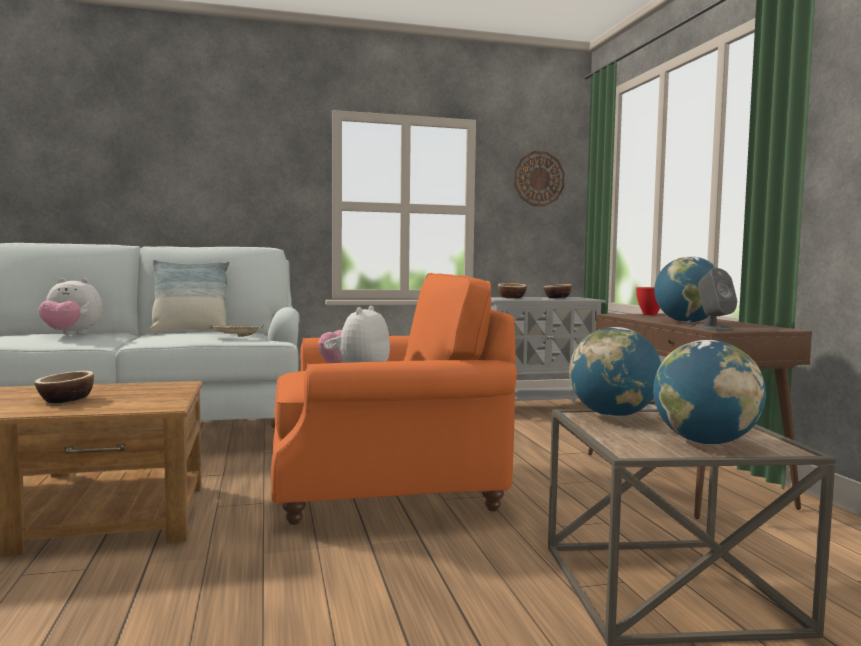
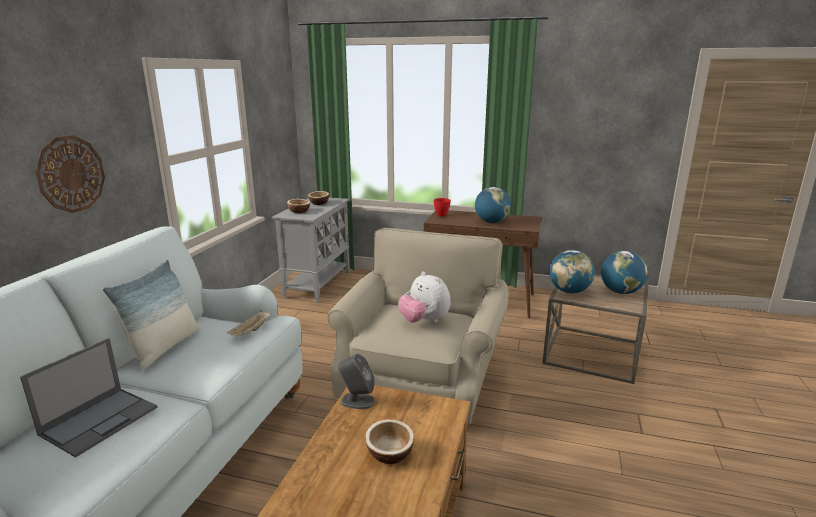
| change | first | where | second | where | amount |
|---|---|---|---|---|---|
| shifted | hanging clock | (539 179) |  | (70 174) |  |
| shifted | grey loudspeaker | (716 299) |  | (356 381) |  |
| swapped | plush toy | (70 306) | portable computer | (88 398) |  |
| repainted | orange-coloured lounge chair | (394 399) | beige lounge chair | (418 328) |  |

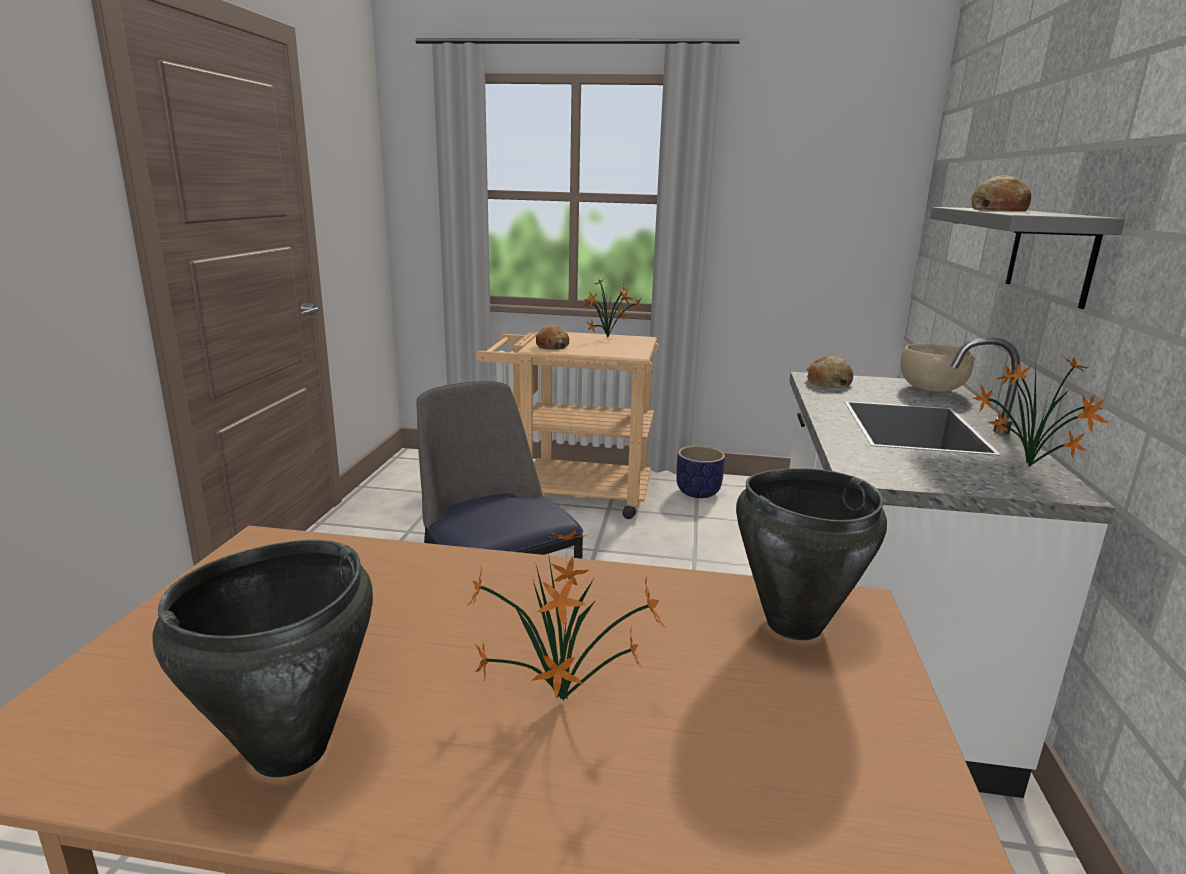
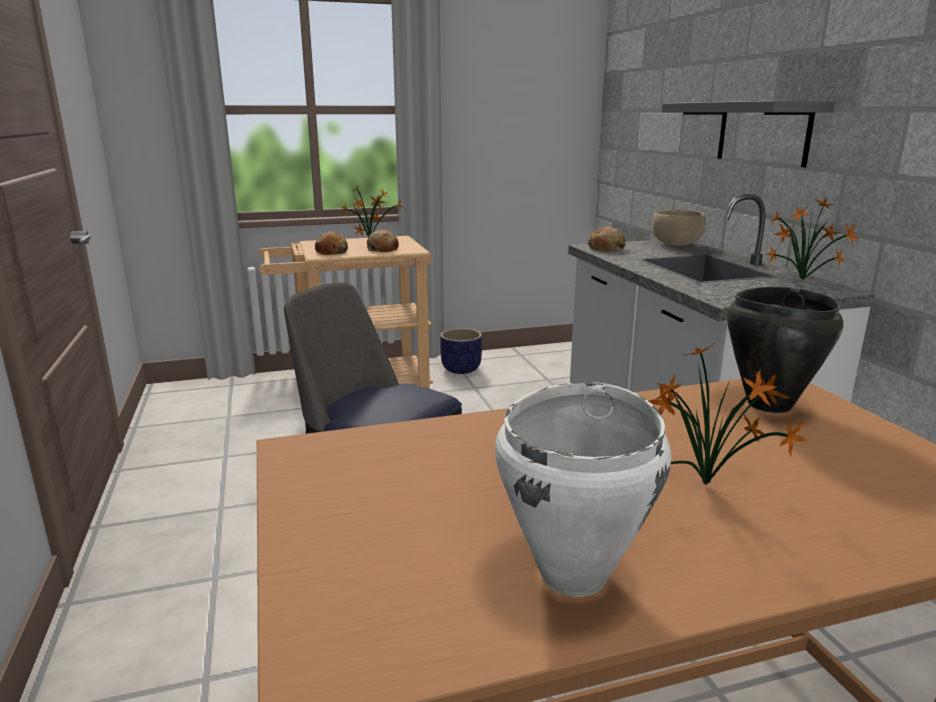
| change | first | where | second | where | amount |
|---|---|---|---|---|---|
| shifted | baked bread | (1001 193) |  | (383 241) |  |
| repainted | black cooking pot | (262 658) | white cooking pot | (583 489) |  |

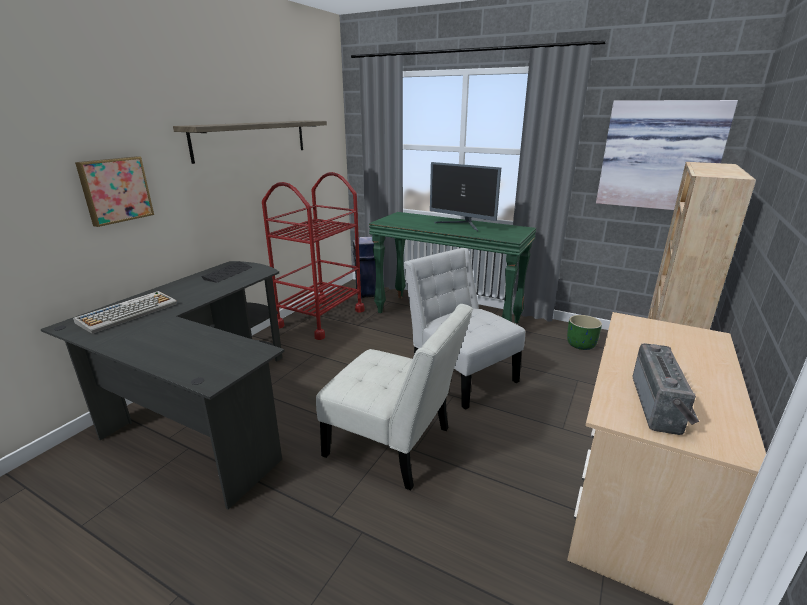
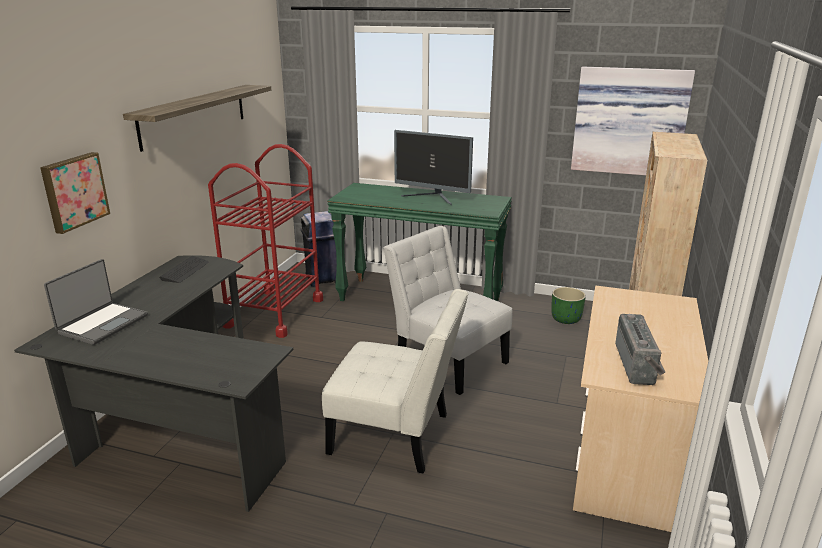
| change | first | where | second | where | amount |
|---|---|---|---|---|---|
| swapped | keyboard | (125 312) | portable computer | (96 302) |  |

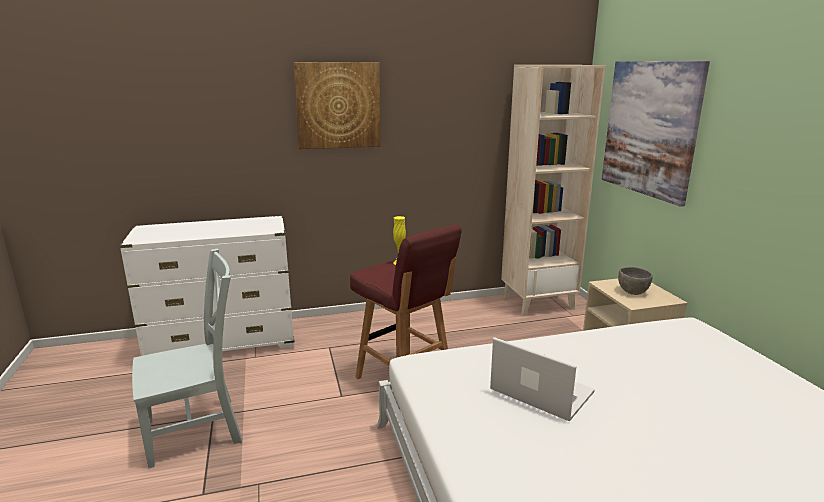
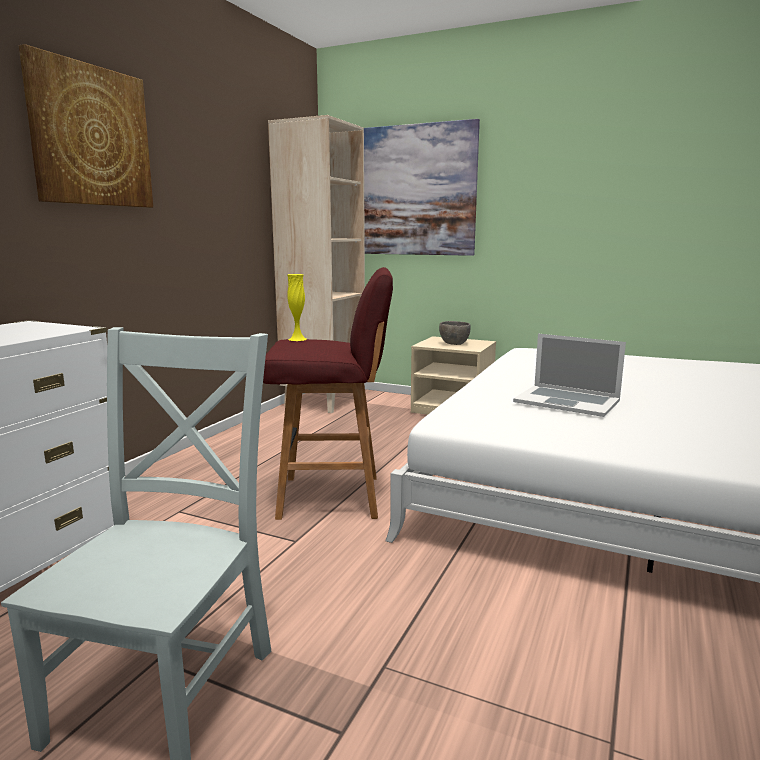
| change | first | where | second | where | amount |
|---|---|---|---|---|---|
| rotated | portable computer | (542 379) |  | (569 375) | 135 degrees counterclockwise |

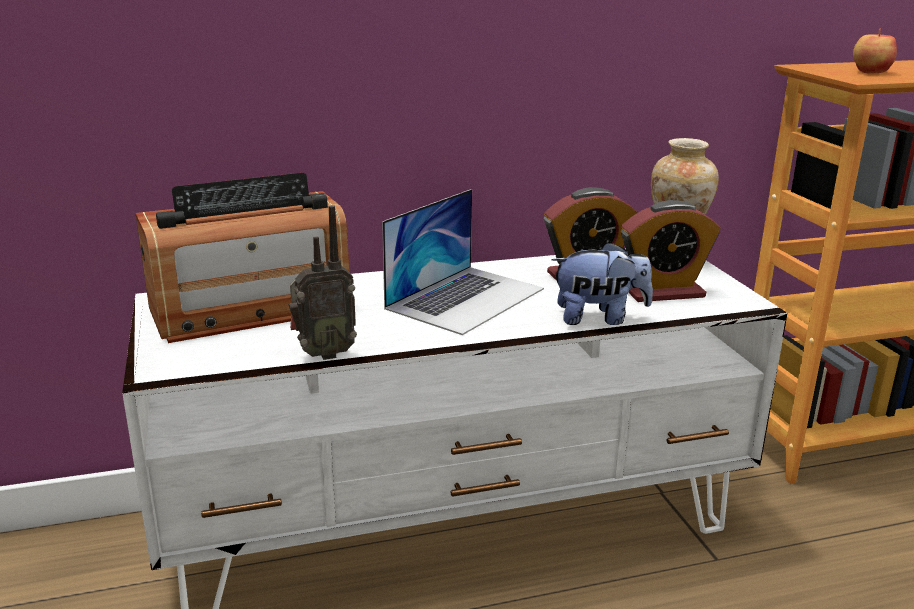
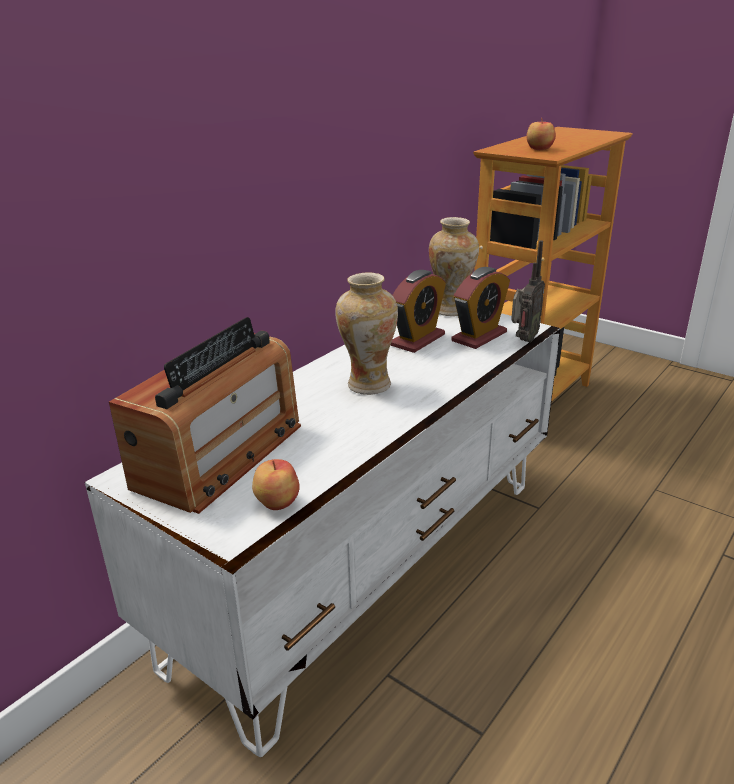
| change | first | where | second | where | amount |
|---|---|---|---|---|---|
| gone | plush toy | (602 283) |  |  |  |
| new |  |  | apple fruit | (276 484) |  |
| shifted | radio set | (323 282) |  | (528 291) |  |
| swapped | portable computer | (463 262) | decorative vase | (366 333) |  |

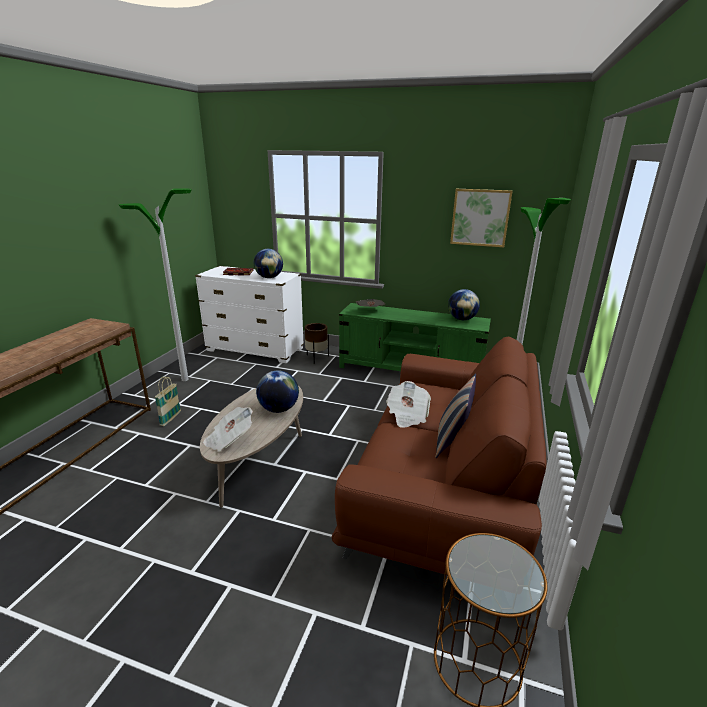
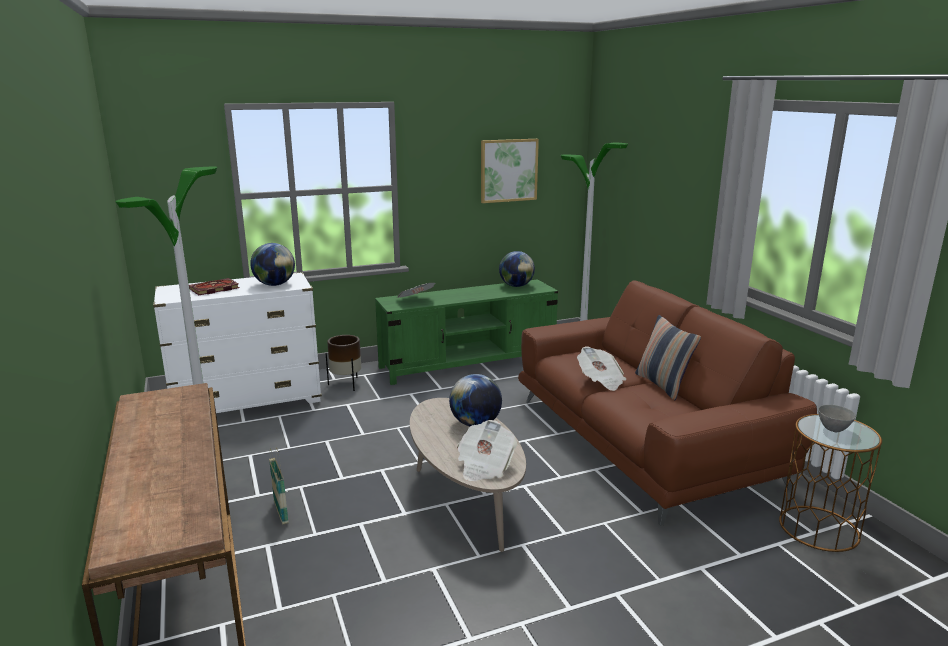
| change | first | where | second | where | amount |
|---|---|---|---|---|---|
| new |  |  | grey bowl | (837 418) |  |

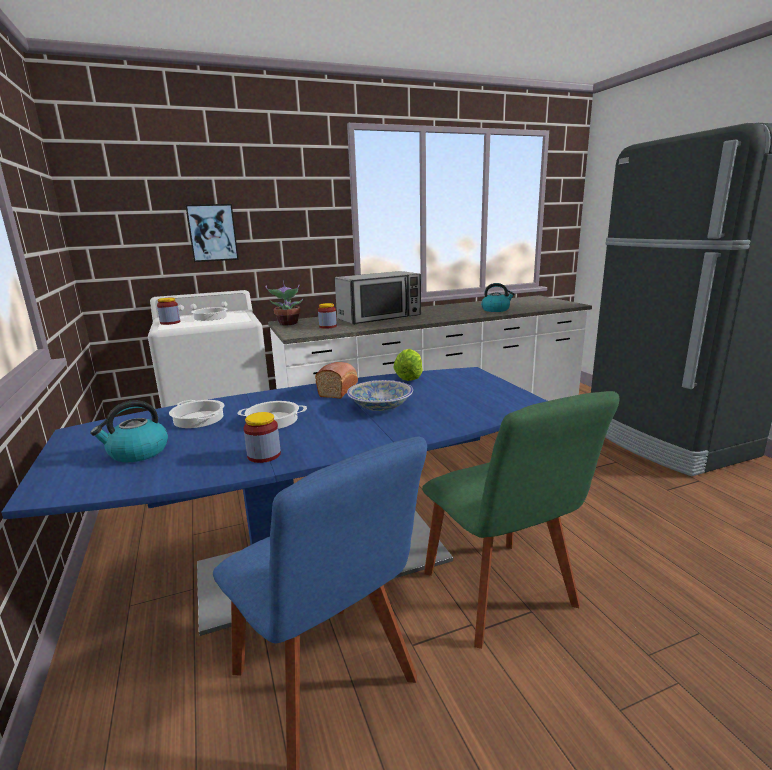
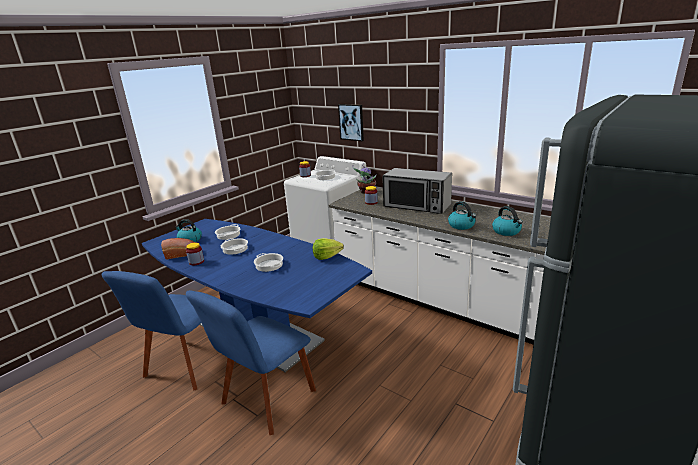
| change | first | where | second | where | amount |
|---|---|---|---|---|---|
| new |  |  | water kettle | (462 215) |  |
| shifted | baked bread | (336 380) |  | (178 249) |  |
| swapped | bowl | (380 395) | cooking pot | (268 262) |  |
| repainted | green-coloured upright chair | (521 520) | blue-coloured upright chair | (251 362) |  |

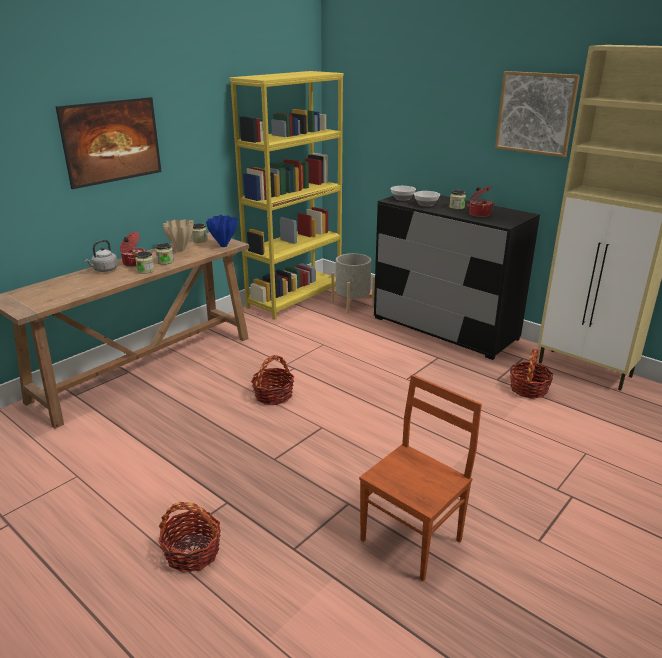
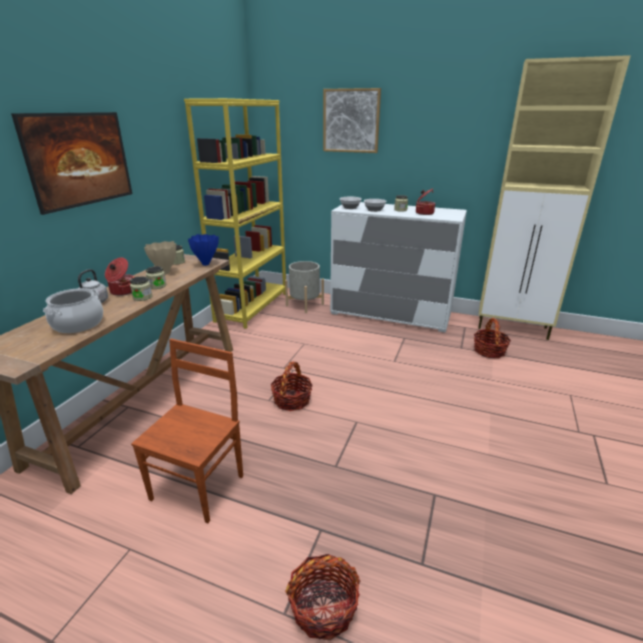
| change | first | where | second | where | amount |
|---|---|---|---|---|---|
| new |  |  | cooking pot | (73 310) |  |
| shifted | brown upright chair | (420 478) |  | (187 431) |  |
| shifted | wall picture | (537 114) |  | (352 120) |  |
| repainted | black chest of drawers | (457 275) | white chest of drawers | (398 267) |  |

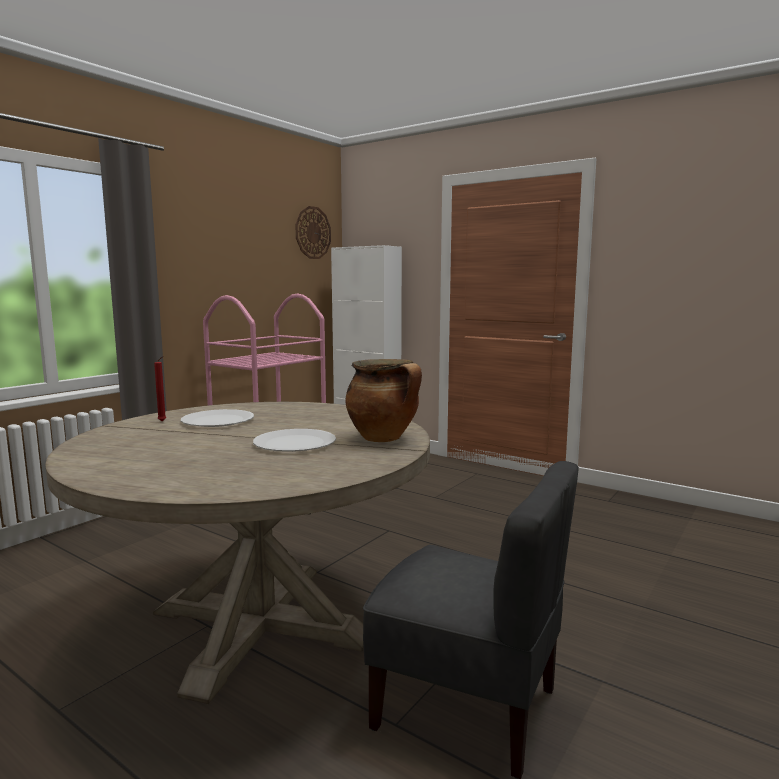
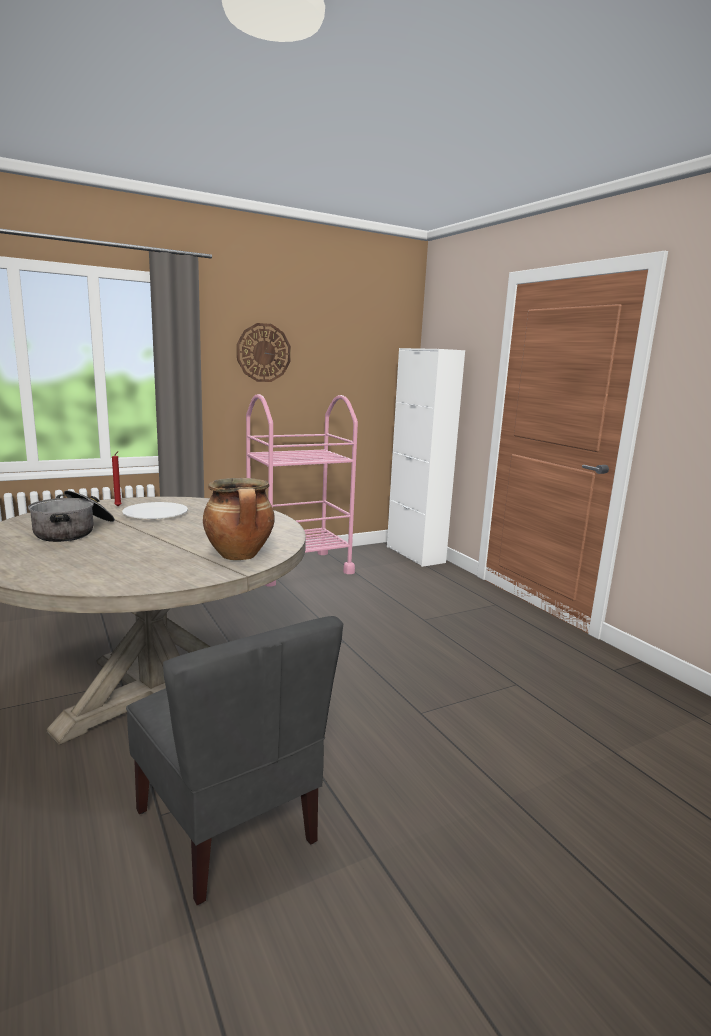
| change | first | where | second | where | amount |
|---|---|---|---|---|---|
| gone | white plate | (294 440) |  |  |  |
| new |  |  | cooking pot | (71 516) |  |
| shifted | hanging clock | (313 232) |  | (264 352) |  |

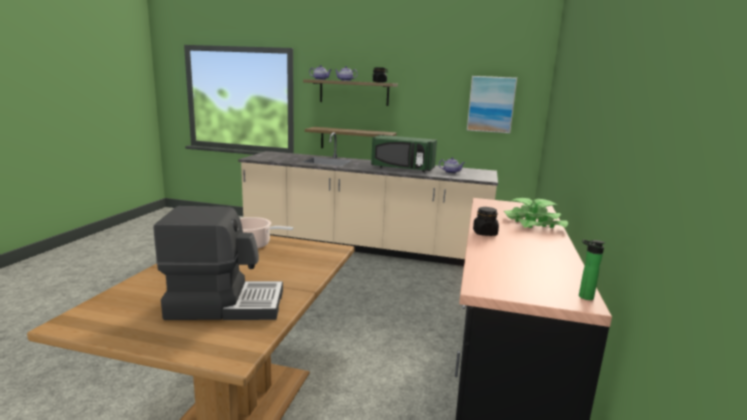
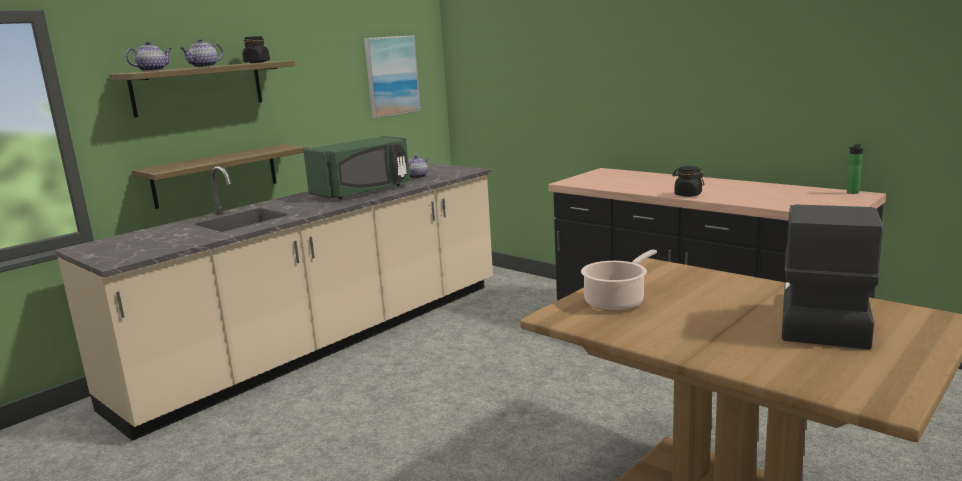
| change | first | where | second | where | amount |
|---|---|---|---|---|---|
| gone | houseplant | (536 213) |  |  |  |

